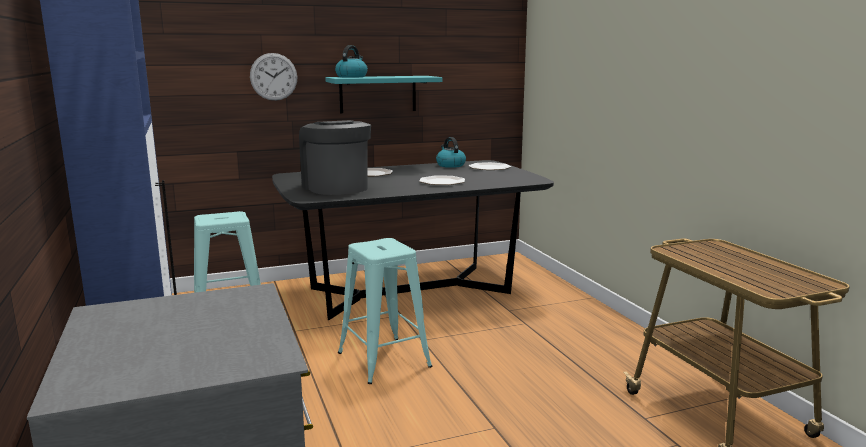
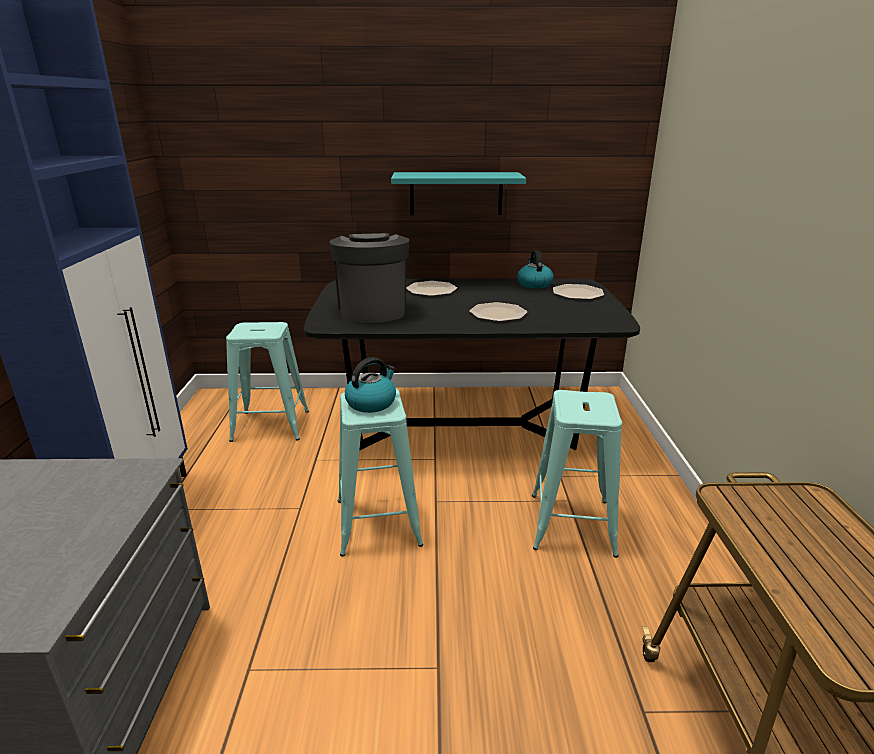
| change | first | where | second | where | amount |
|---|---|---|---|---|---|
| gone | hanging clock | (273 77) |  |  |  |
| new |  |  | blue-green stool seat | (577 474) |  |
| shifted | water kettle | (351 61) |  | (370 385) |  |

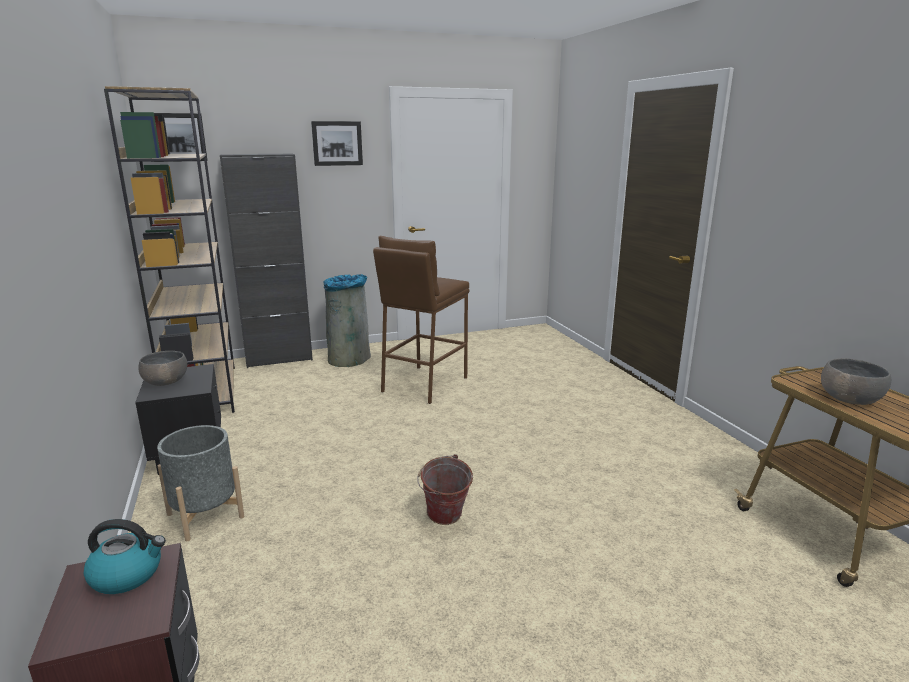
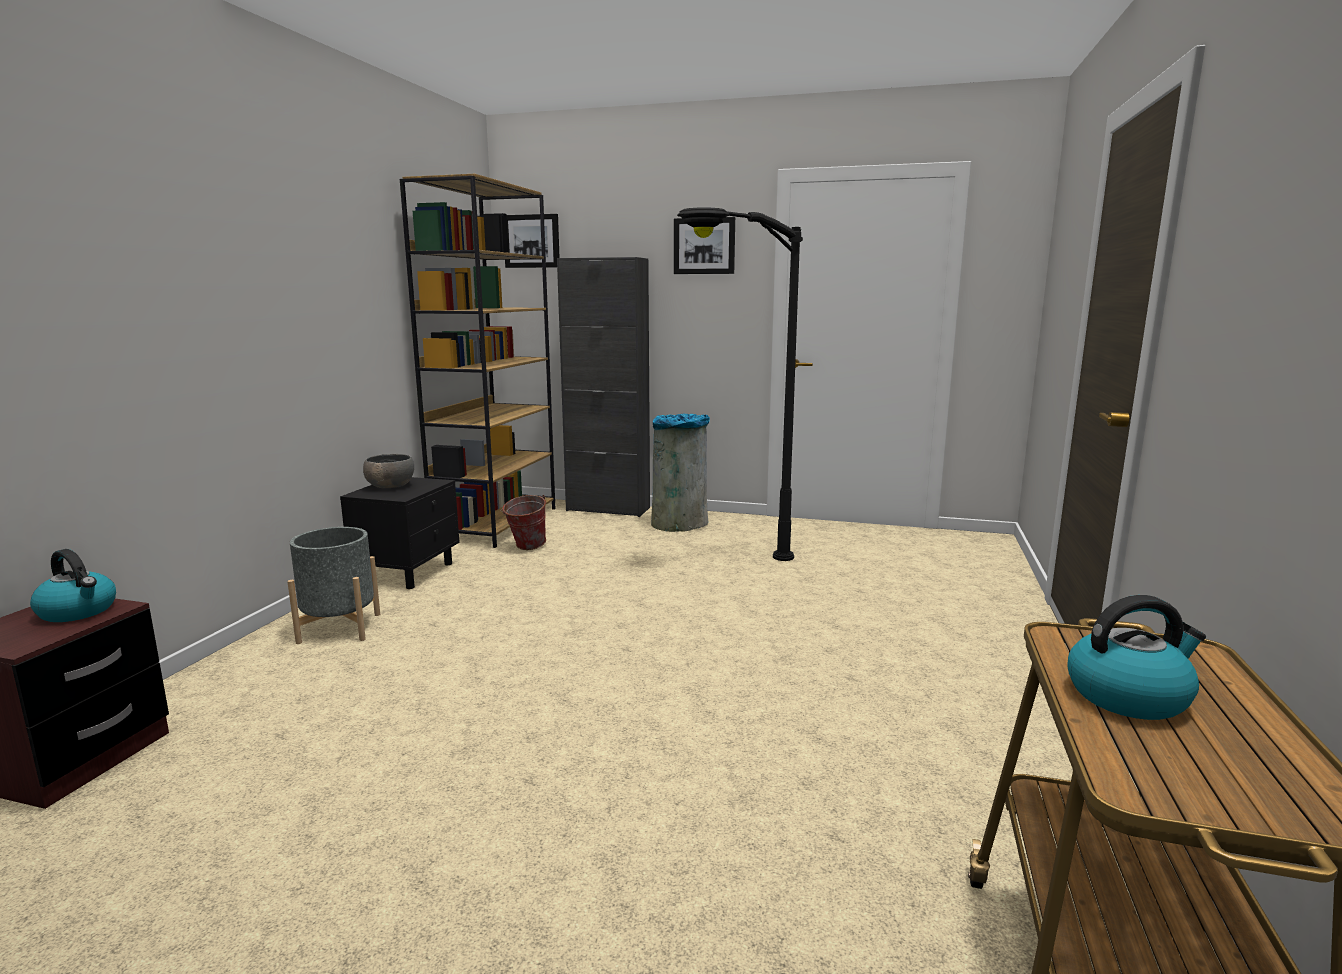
| change | first | where | second | where | amount |
|---|---|---|---|---|---|
| shifted | water bucket | (445 489) |  | (523 522) |  |
| swapped | brown stool seat | (421 320) | black standing lamp | (740 384) |  |
| swapped | grey bowl | (856 381) | water kettle | (1136 657) |  |

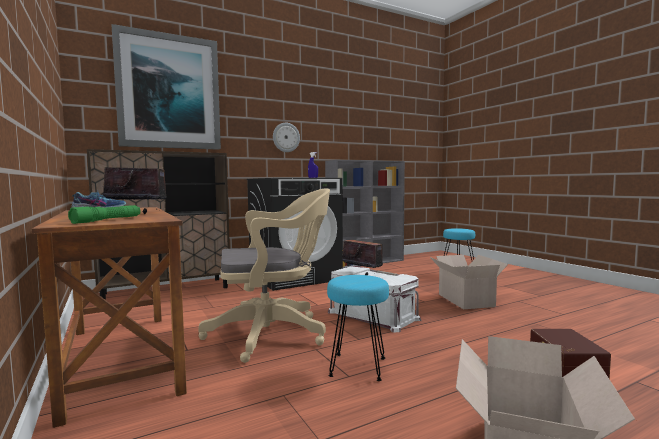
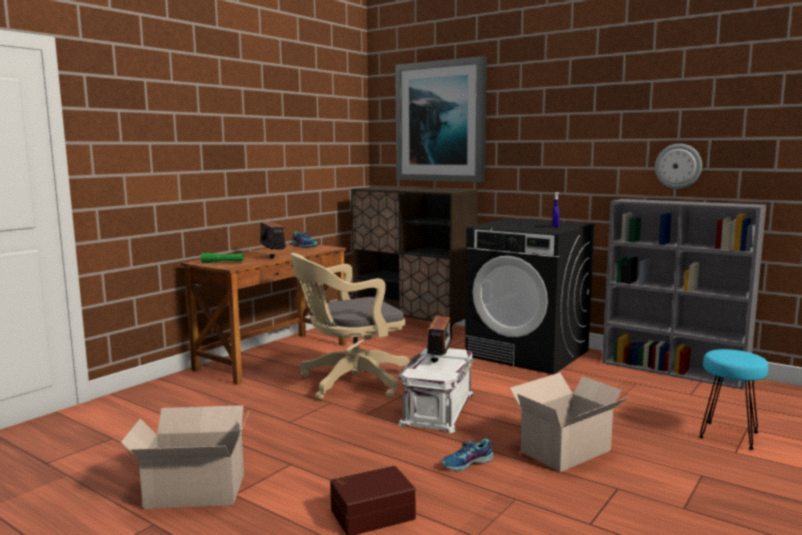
| change | first | where | second | where | amount |
|---|---|---|---|---|---|
| gone | blue-green stool seat | (358 328) |  |  |  |
| new |  |  | low shoe | (467 454) |  |
| shifted | hanging clock | (286 137) |  | (678 166) |  |
| rotated | beige computer chair | (264 276) |  | (350 326) | 105 degrees clockwise |

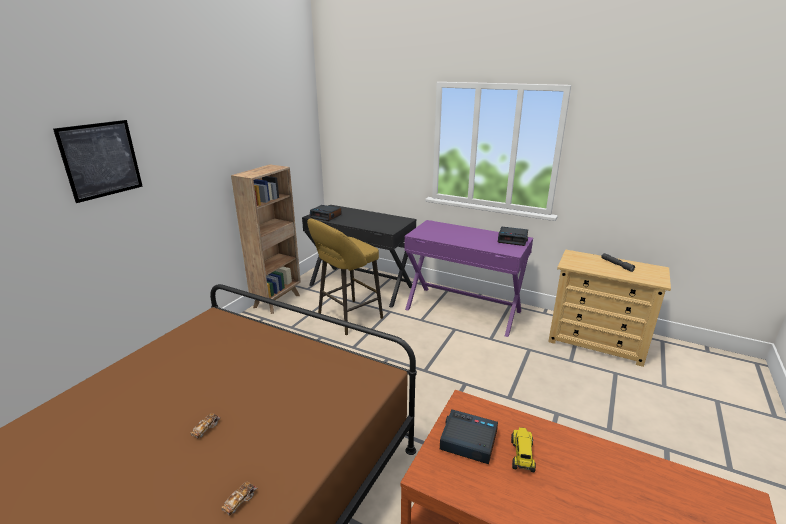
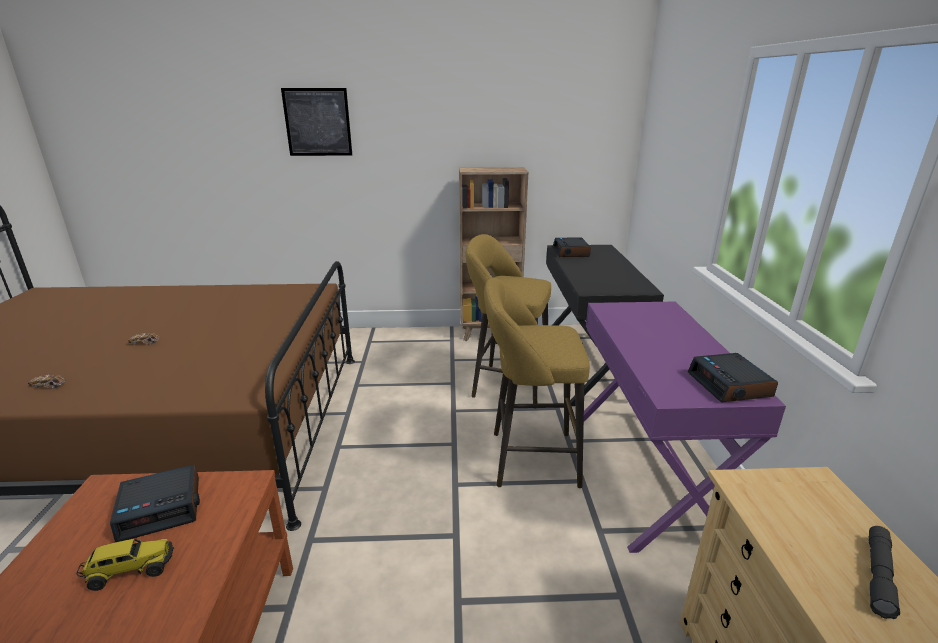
| change | first | where | second | where | amount |
|---|---|---|---|---|---|
| new |  |  | yellow-coloured stool seat | (537 383) |  |
| rotated | bedside clock | (469 436) |  | (155 503) | 75 degrees clockwise |

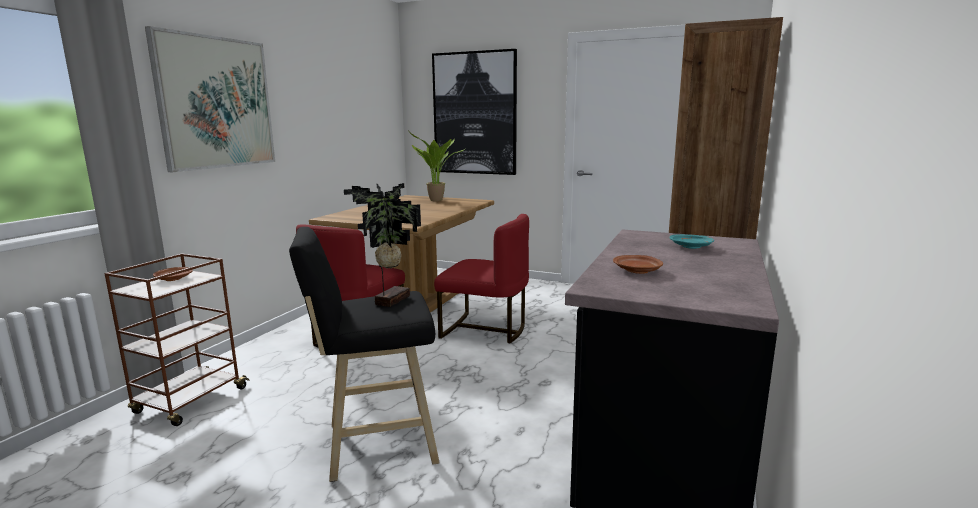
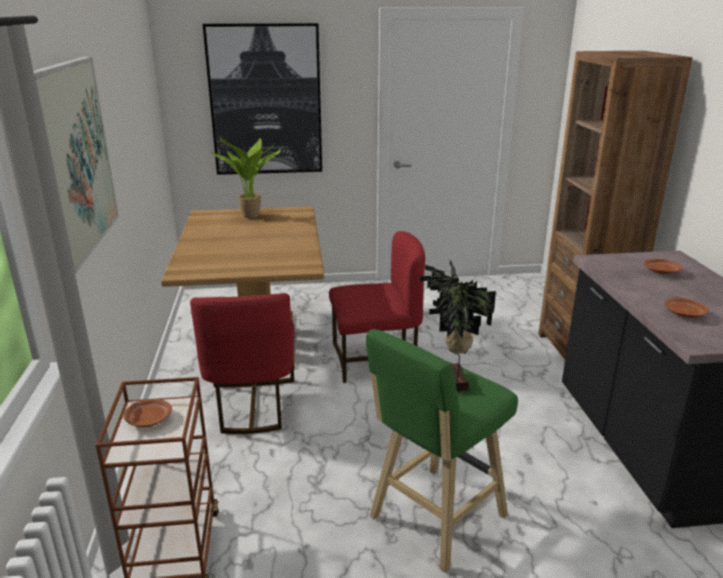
| change | first | where | second | where | amount |
|---|---|---|---|---|---|
| repainted | black stool seat | (364 354) | green-coloured stool seat | (442 451) |  |
| repainted | blue-green plate | (691 241) | brown plate | (663 266) |  |

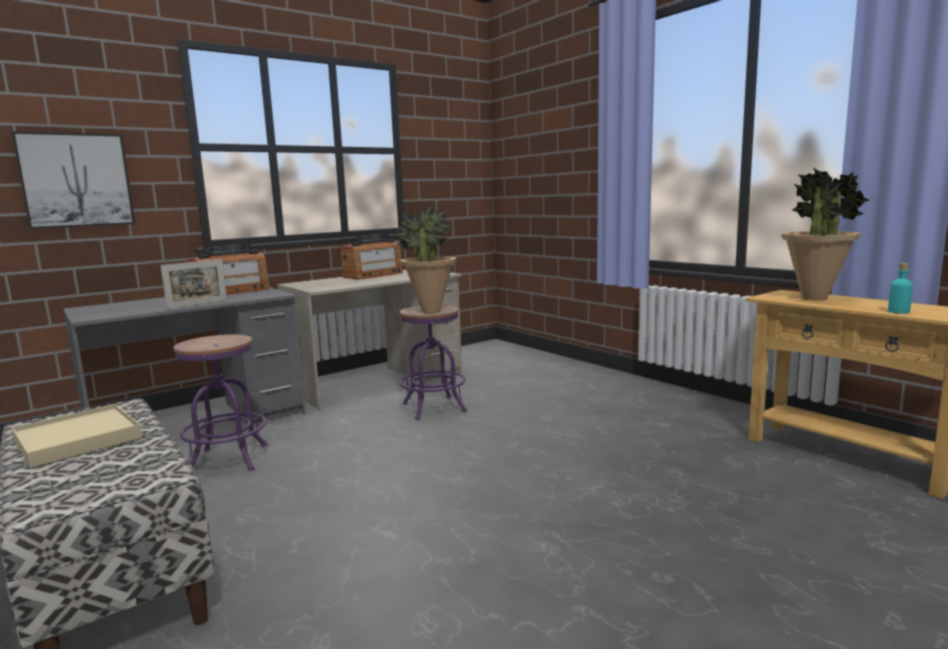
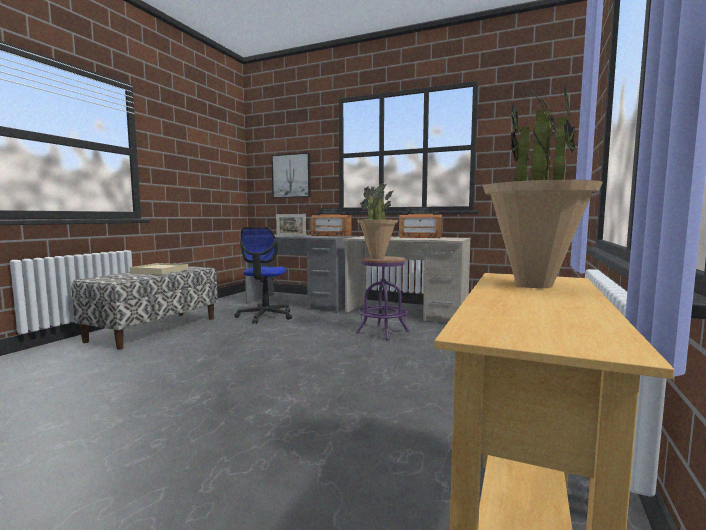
| change | first | where | second | where | amount |
|---|---|---|---|---|---|
| gone | blue-green drink bottle | (900 288) |  |  |  |
| swapped | purple-coloured stool seat | (220 402) | computer chair | (263 275) |  |

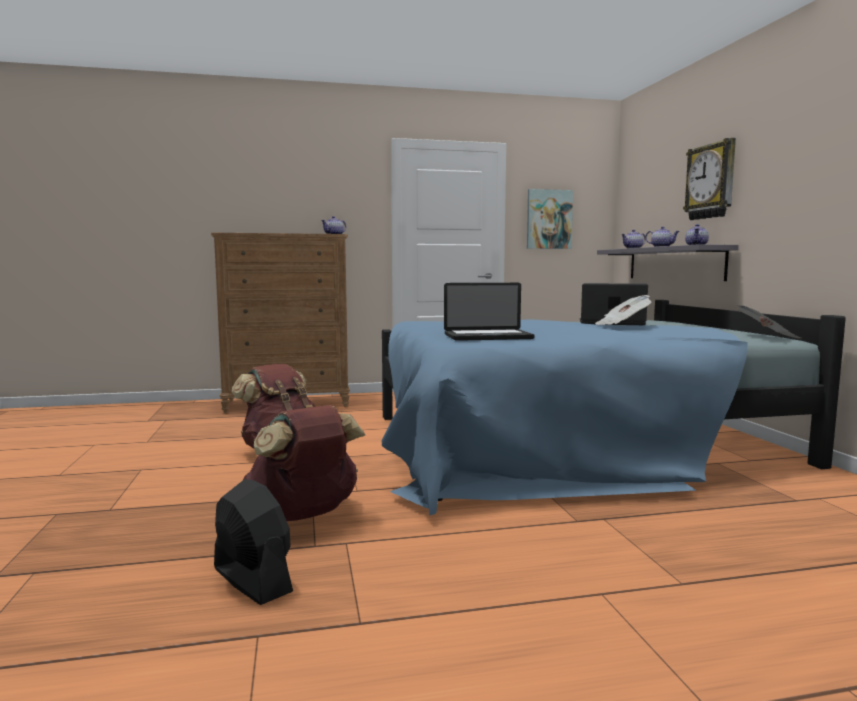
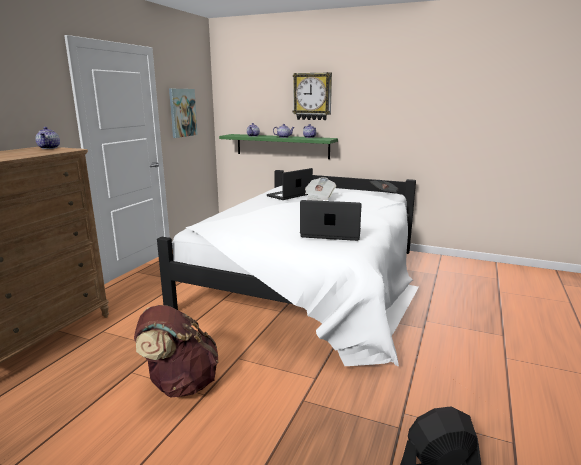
| change | first | where | second | where | amount |
|---|---|---|---|---|---|
| gone | brown knapsack | (303 463) |  |  |  |
| repainted | blue-coloured bedroom bed | (614 407) | white bedroom bed | (288 268) |  |
| repainted | grey bracket shelf | (668 262) | green-coloured bracket shelf | (278 146) |  |
| rotated | portable computer | (489 312) |  | (331 220) | 105 degrees counterclockwise |

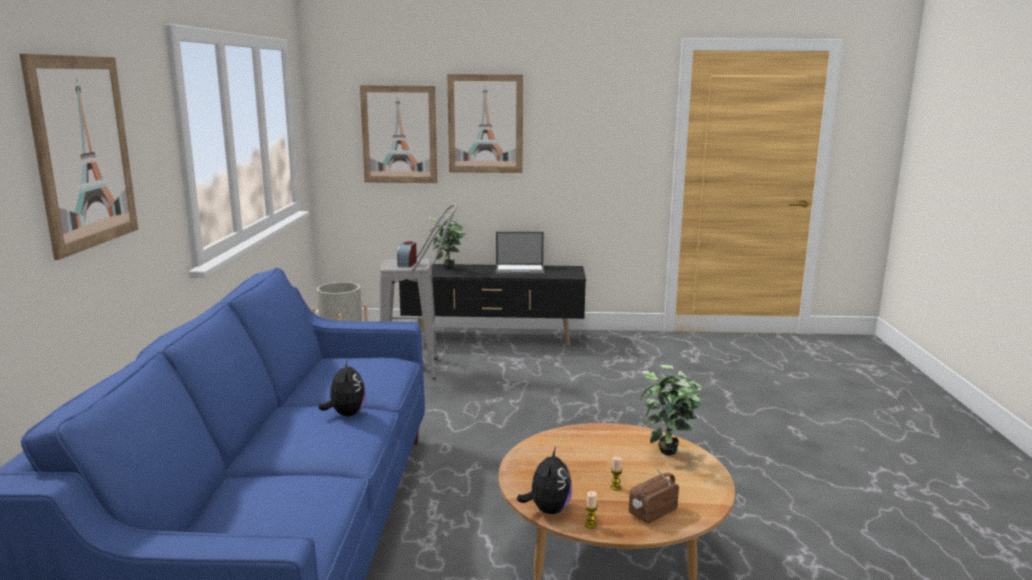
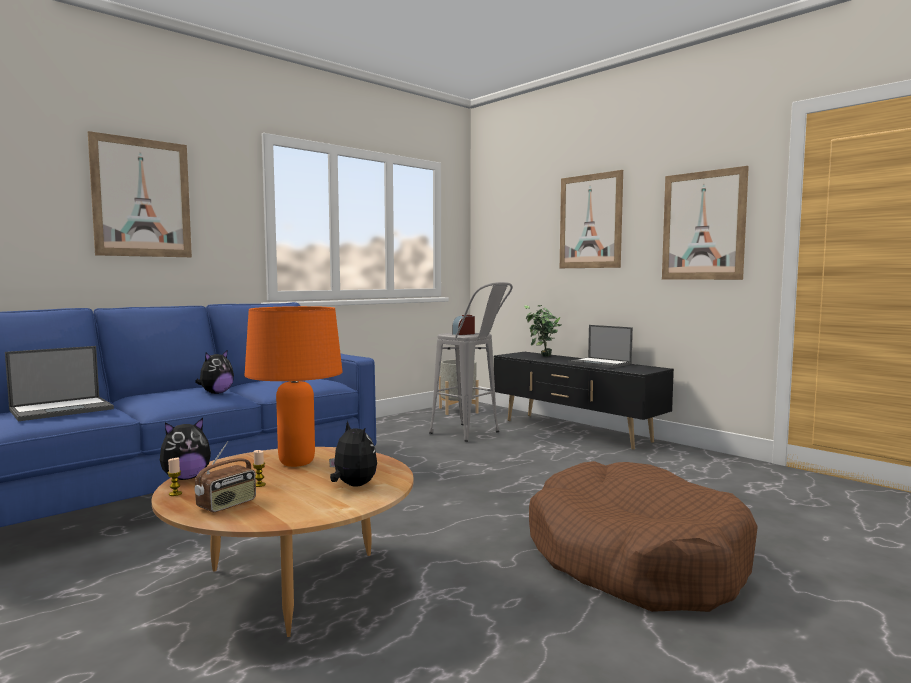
| change | first | where | second | where | amount |
|---|---|---|---|---|---|
| new |  |  | portable computer | (59 383) |  |
| new |  |  | orange-coloured tabletop lamp | (294 386) |  |
| new |  |  | brown dog cushion | (643 536) |  |
| shifted | wall picture | (398 134) |  | (705 223) |  |
| swapped | houseplant | (671 410) | plush toy | (353 454) |  |
| rotated | radio set | (654 496) |  | (225 476) | 120 degrees clockwise |

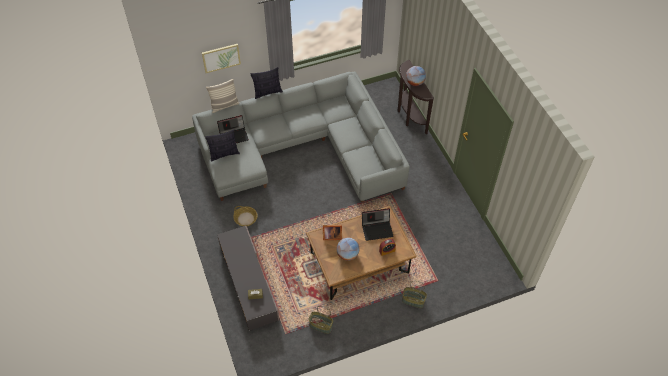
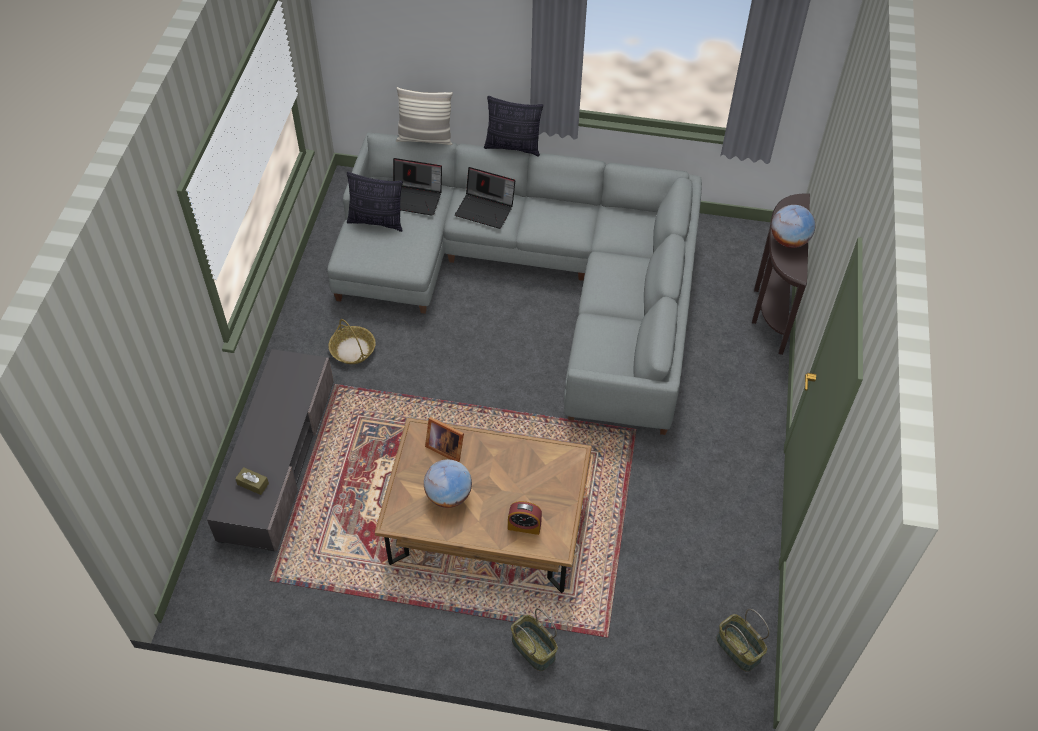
| change | first | where | second | where | amount |
|---|---|---|---|---|---|
| gone | wall picture | (221 58) |  |  |  |
| shifted | household basket | (320 320) |  | (743 640) |  |
| shifted | portable computer | (377 224) |  | (485 198) |  |

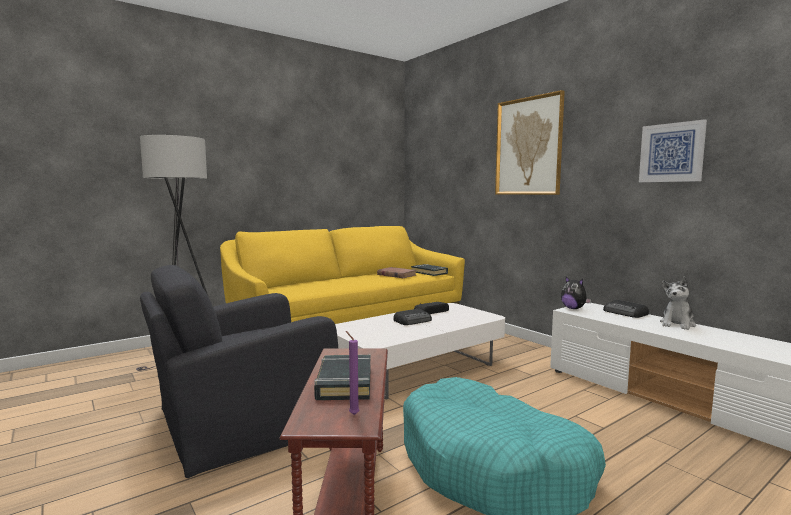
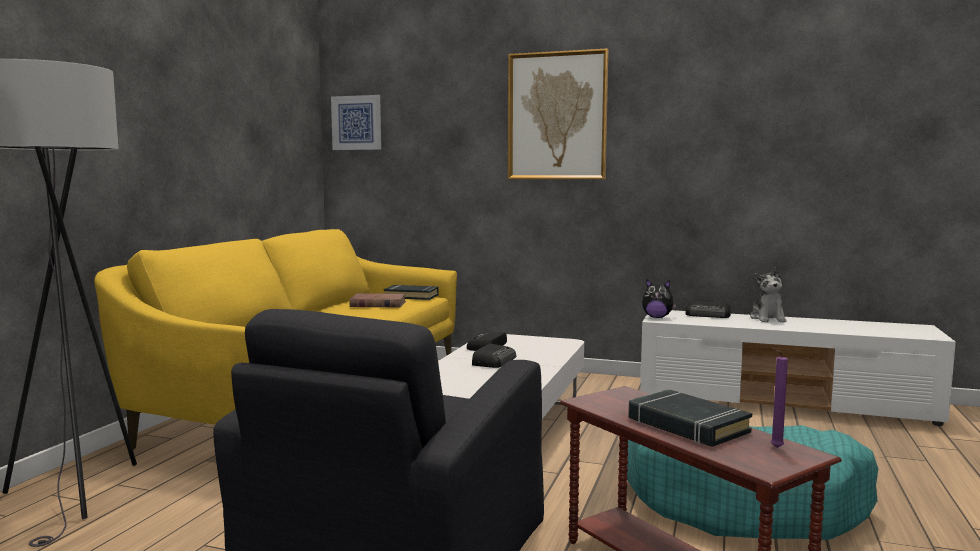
| change | first | where | second | where | amount |
|---|---|---|---|---|---|
| shifted | wall picture | (673 150) |  | (356 122) |  |

